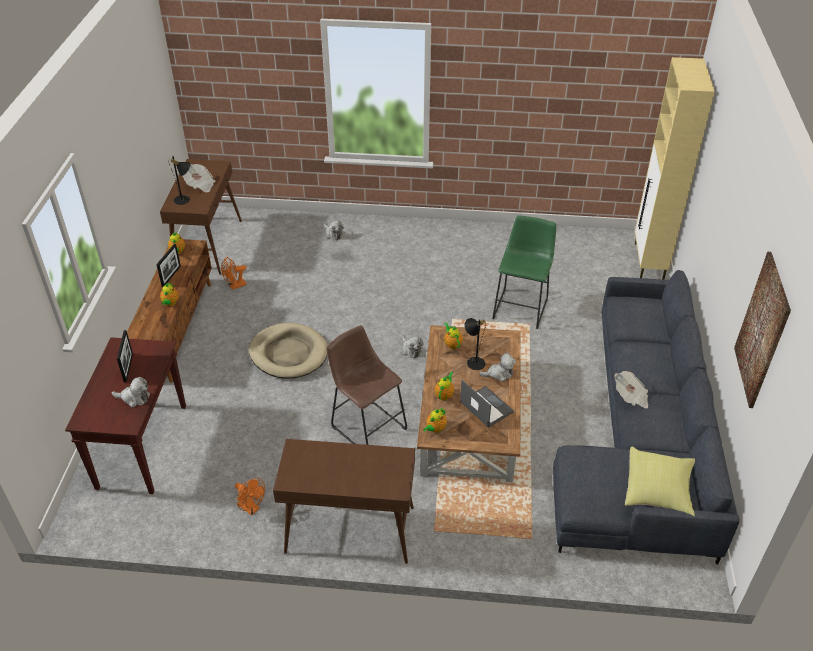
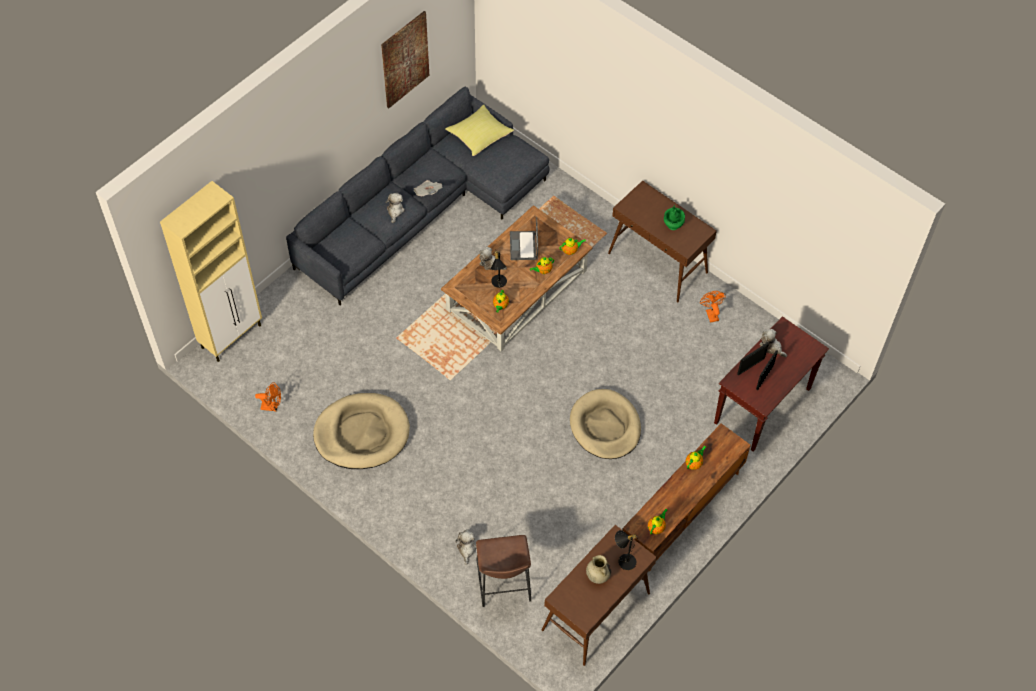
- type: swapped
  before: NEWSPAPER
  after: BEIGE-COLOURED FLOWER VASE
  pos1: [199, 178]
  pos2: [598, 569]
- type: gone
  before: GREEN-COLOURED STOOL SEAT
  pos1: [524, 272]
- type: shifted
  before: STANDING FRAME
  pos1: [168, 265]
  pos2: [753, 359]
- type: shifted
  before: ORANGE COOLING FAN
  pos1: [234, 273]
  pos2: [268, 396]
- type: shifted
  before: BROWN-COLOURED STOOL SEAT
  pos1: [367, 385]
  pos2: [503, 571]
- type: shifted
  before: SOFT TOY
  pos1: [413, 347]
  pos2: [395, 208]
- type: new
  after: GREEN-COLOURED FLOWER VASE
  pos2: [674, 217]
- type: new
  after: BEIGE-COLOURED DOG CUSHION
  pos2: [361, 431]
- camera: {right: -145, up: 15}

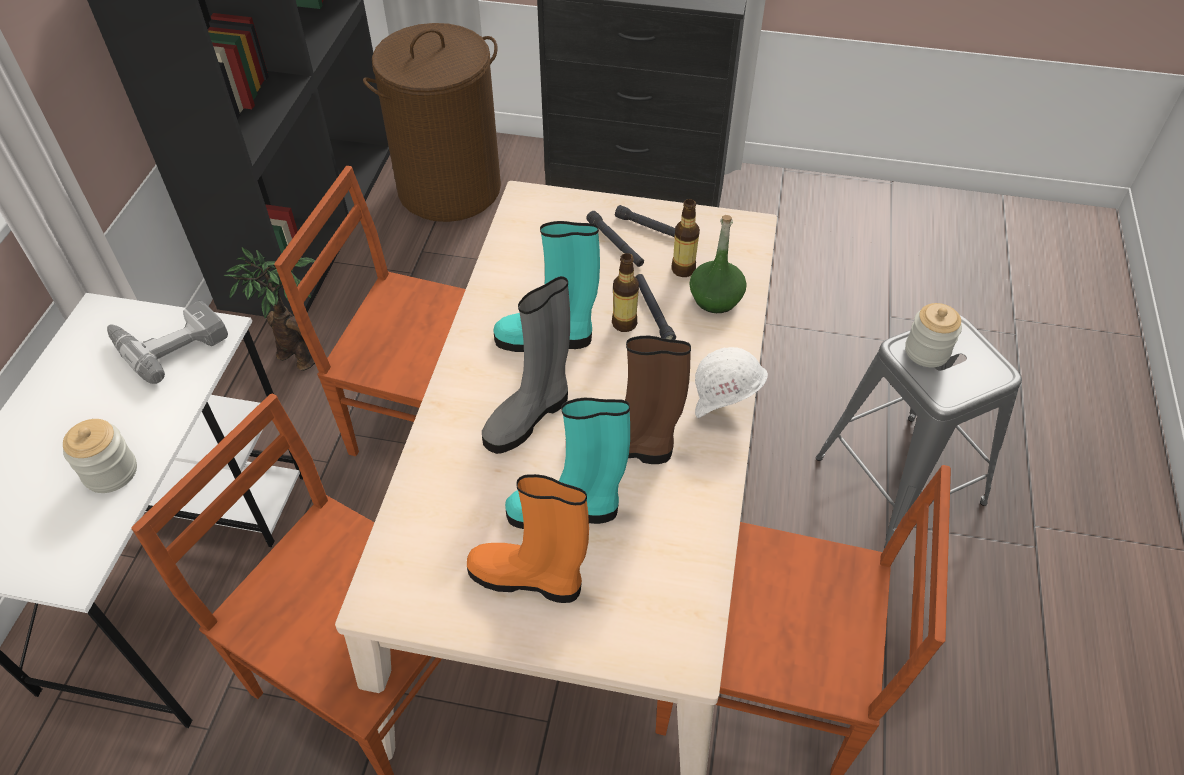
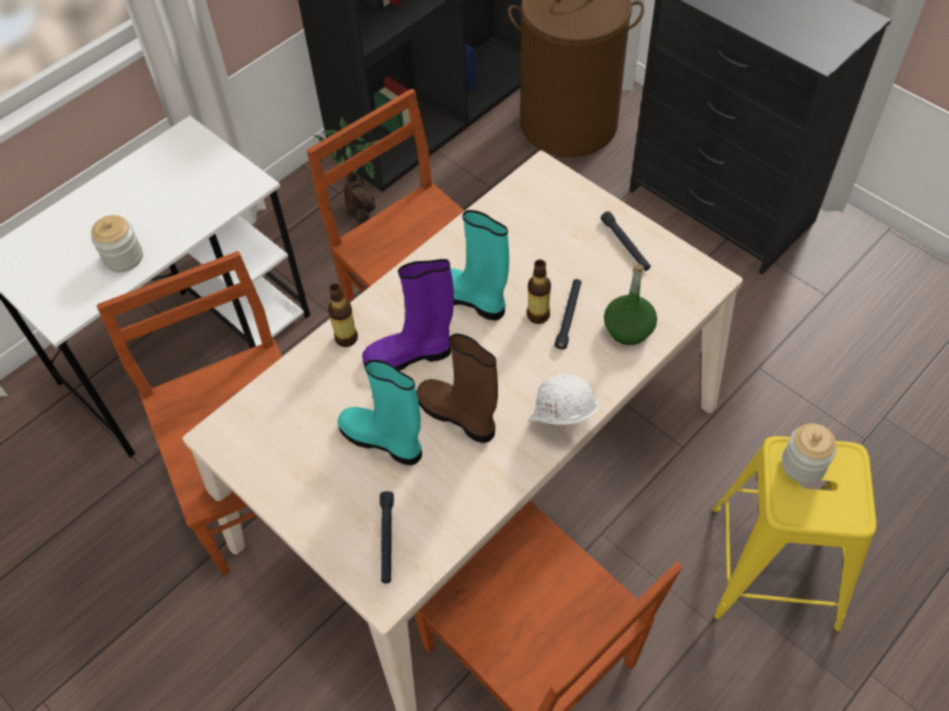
- type: shifted
  before: DRINK BOTTLE
  pos1: [685, 238]
  pos2: [343, 315]
- type: shifted
  before: BLACK HAND TORCH
  pos1: [615, 239]
  pos2: [387, 537]
- type: repainted
  before: GREYISH HIGH-TOP BOOT
  after: PURPLE HIGH-TOP BOOT
  pos1: [526, 365]
  pos2: [408, 315]
- type: gone
  before: DRILL
  pos1: [167, 342]
- type: repainted
  before: GREYISH STOOL SEAT
  after: YELLOW-COLOURED STOOL SEAT
  pos1: [919, 432]
  pos2: [794, 534]
- type: gone
  before: ORANGE HIGH-TOP BOOT
  pos1: [528, 538]
- camera: {right: 35, up: 5}

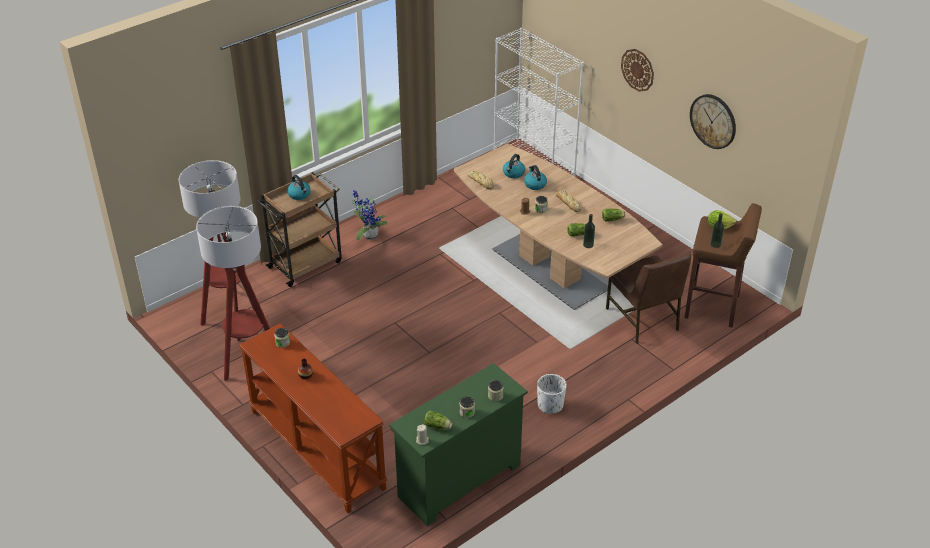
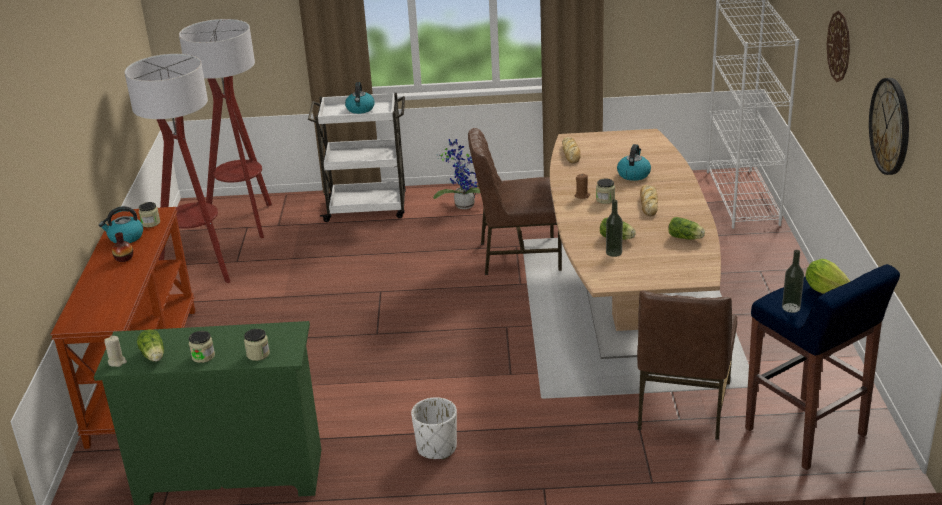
- type: shifted
  before: KETTLE
  pos1: [514, 166]
  pos2: [121, 224]
- type: repainted
  before: BROWN-COLOURED WHEELED CART
  after: WHITE WHEELED CART
  pos1: [299, 229]
  pos2: [357, 157]
- type: repainted
  before: BROWN-COLOURED STOOL SEAT
  after: BLUE STOOL SEAT
  pos1: [723, 265]
  pos2: [822, 367]
- type: new
  after: BROWN-COLOURED CHAIR
  pos2: [515, 201]
- camera: {right: 40, up: -10}

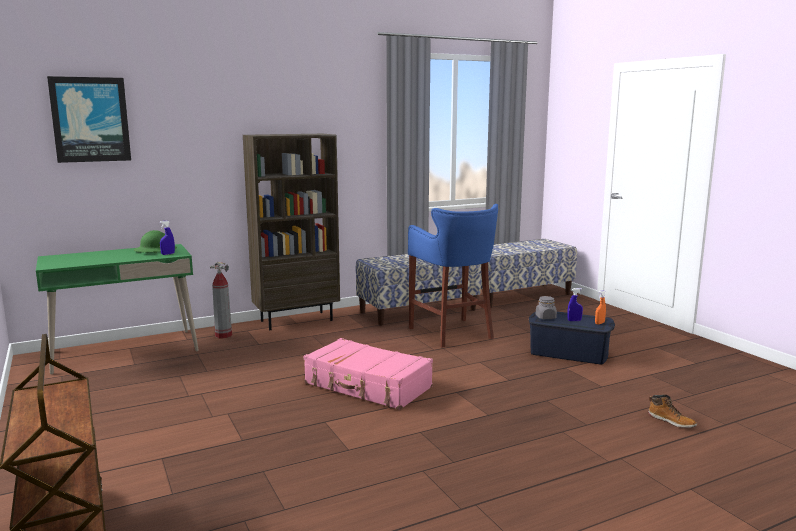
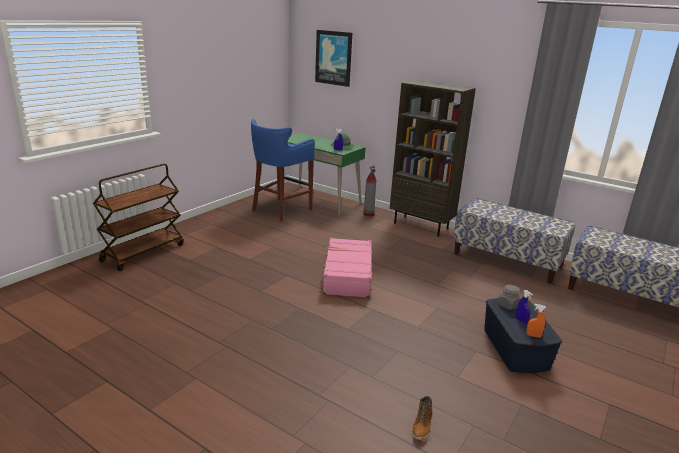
- type: shifted
  before: BLUE STOOL SEAT
  pos1: [453, 276]
  pos2: [283, 170]
- camera: {right: 60, up: 10}

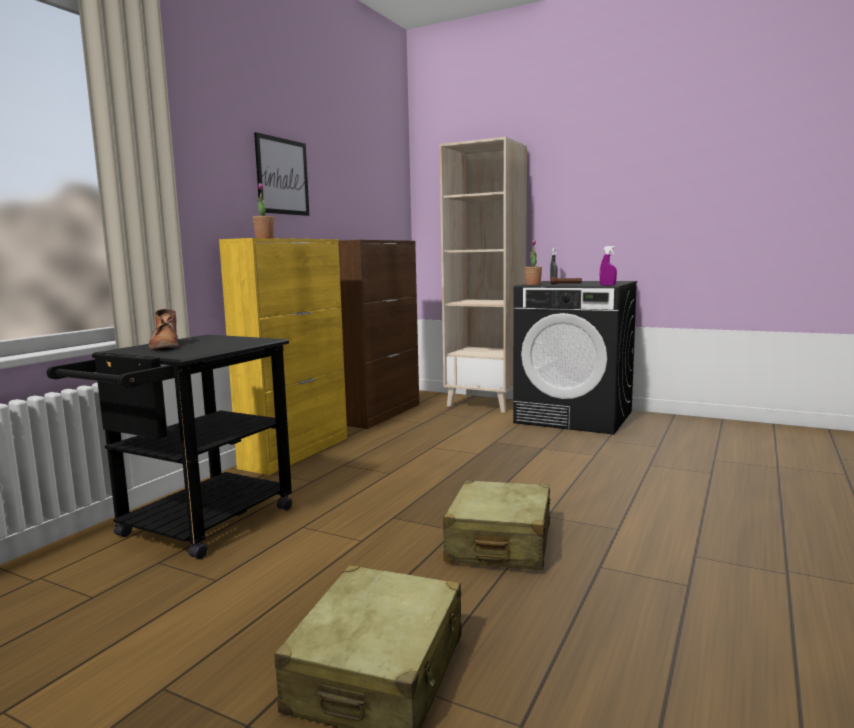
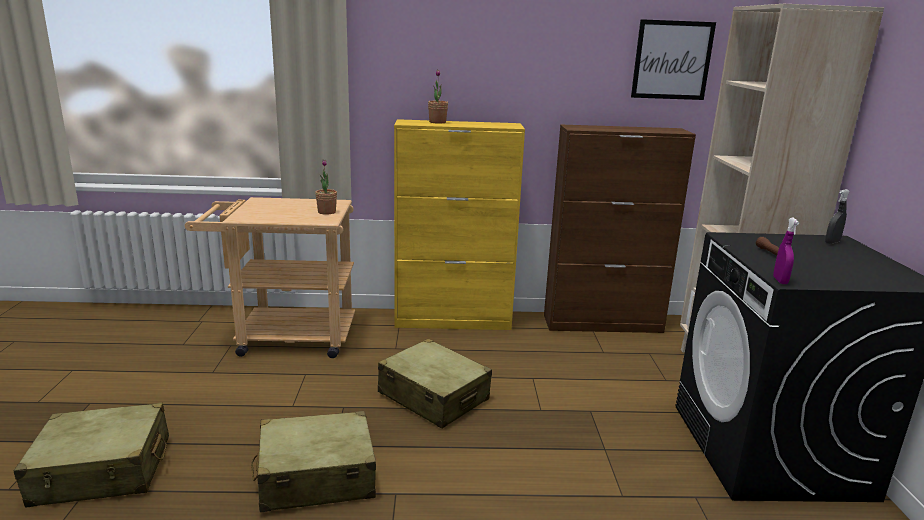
- type: shifted
  before: PICTURE
  pos1: [281, 174]
  pos2: [673, 59]
- type: shifted
  before: POTTED PLANT
  pos1: [533, 262]
  pos2: [326, 187]
- type: gone
  before: BROWN-COLOURED HIGH-TOP BOOT
  pos1: [164, 330]
- type: repainted
  before: BLACK WHEELED CART
  after: BEIGE-COLOURED WHEELED CART
  pos1: [169, 447]
  pos2: [270, 277]
- type: new
  after: BEIGE-COLOURED TRAVEL CASE
  pos2: [435, 383]
- camera: {right: 60, up: 10}

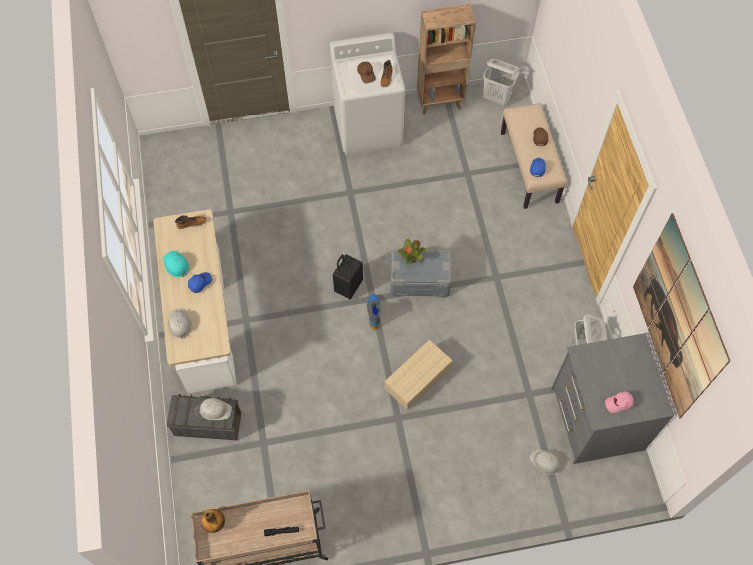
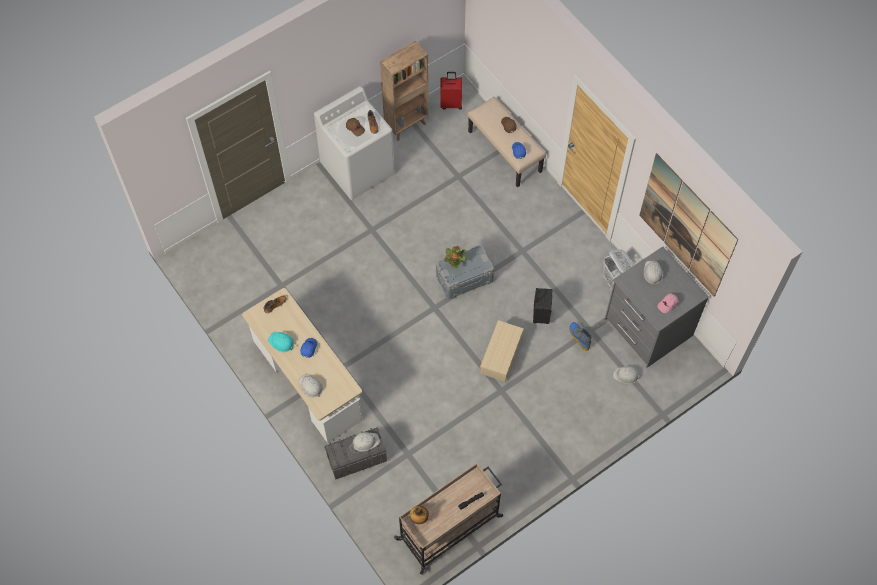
- type: swapped
  before: WHITE WASHING BASKET
  after: REDDISH TRAVEL CASE
  pos1: [501, 83]
  pos2: [451, 91]
- type: shifted
  before: BLACK TRAVEL CASE
  pos1: [348, 276]
  pos2: [542, 306]
- type: shifted
  before: HIGH-TOP BOOT
  pos1: [373, 312]
  pos2: [581, 336]
- type: new
  after: WHITE SAFETY HELMET
  pos2: [653, 273]
- camera: {right: -25, up: 0}

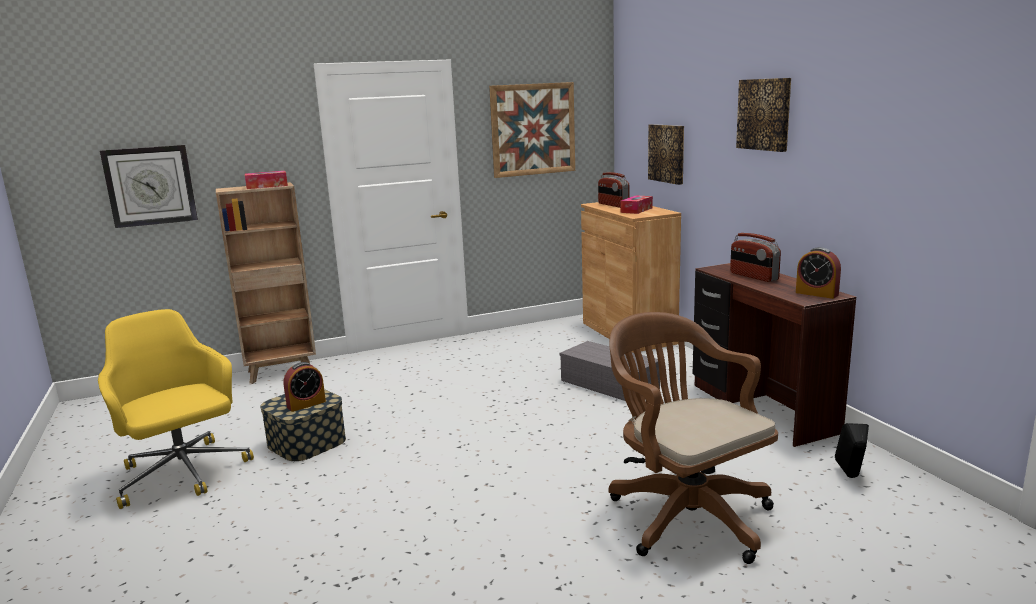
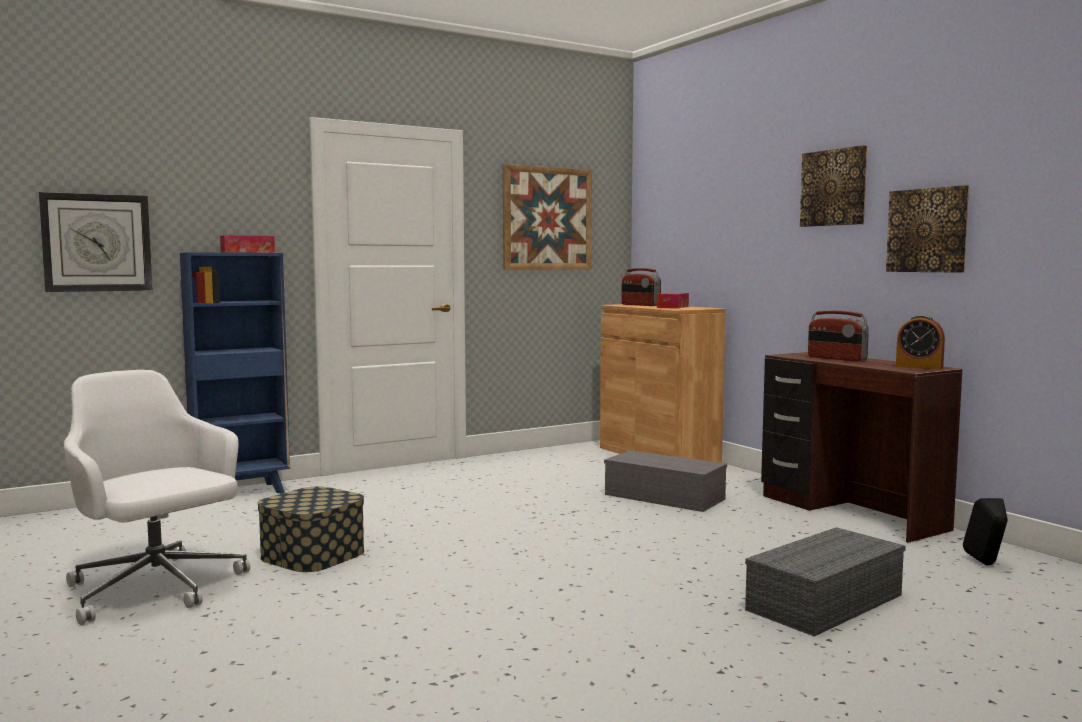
- type: shifted
  before: PICTURE
  pos1: [666, 154]
  pos2: [927, 229]
- type: repainted
  before: BROWN-COLOURED SHELVING UNIT
  after: BLUE SHELVING UNIT
  pos1: [266, 283]
  pos2: [235, 373]
- type: repainted
  before: YELLOW-COLOURED COMPUTER CHAIR
  after: WHITE COMPUTER CHAIR
  pos1: [176, 409]
  pos2: [157, 497]
- type: swapped
  before: BROWN-COLOURED COMPUTER CHAIR
  after: GREYISH STORAGE BOX
  pos1: [693, 438]
  pos2: [825, 581]
- type: gone
  before: TABLE CLOCK
  pos1: [304, 387]
- camera: {right: -10, up: -10}

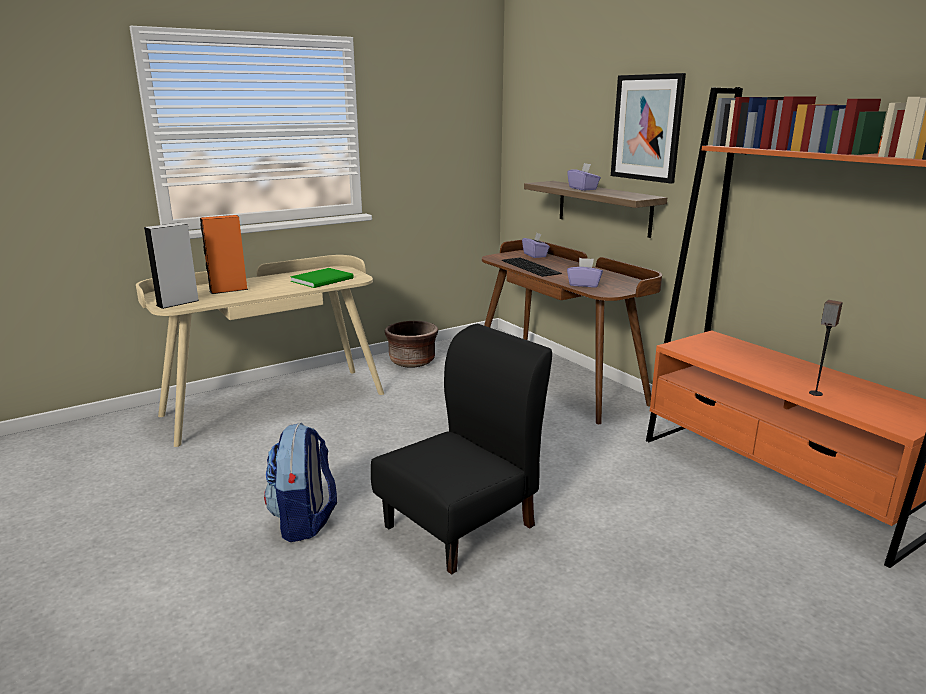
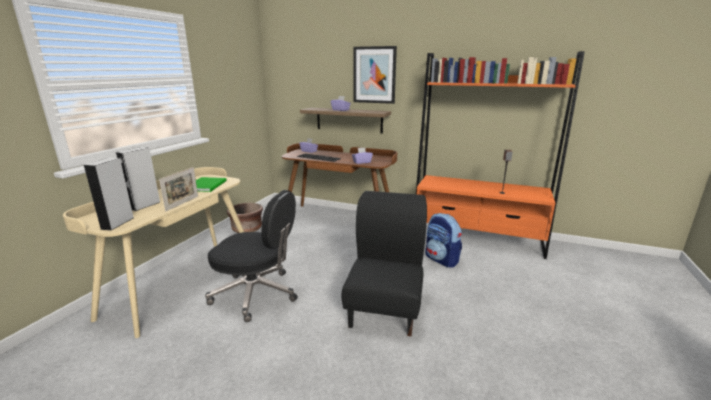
- type: repainted
  before: ORANGE SPEAKER
  after: GREYISH SPEAKER
  pos1: [224, 254]
  pos2: [138, 179]
- type: shifted
  before: RUCKSACK
  pos1: [300, 482]
  pos2: [443, 240]
- type: new
  after: STANDING FRAME
  pos2: [178, 189]
- type: new
  after: BLACK COMPUTER CHAIR
  pos2: [251, 256]
- camera: {right: -35, up: 0}

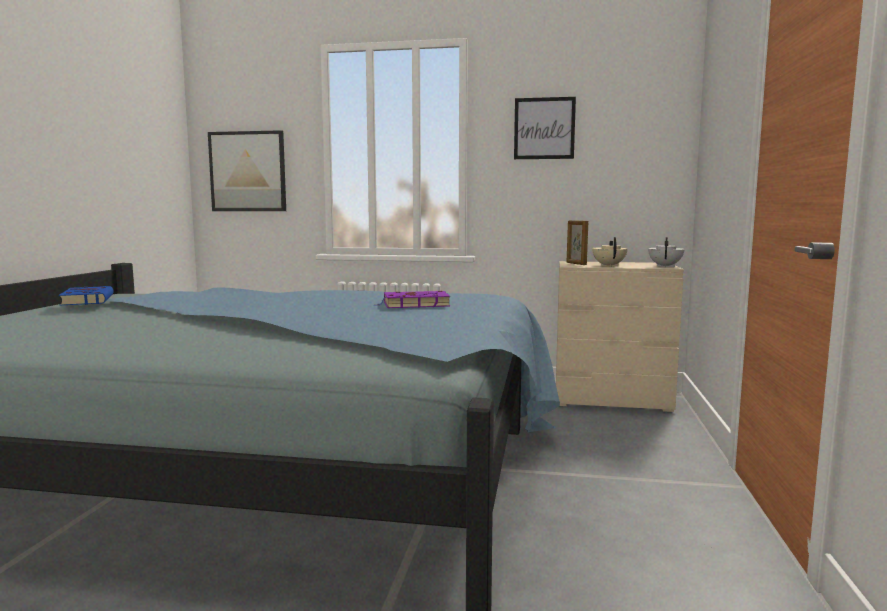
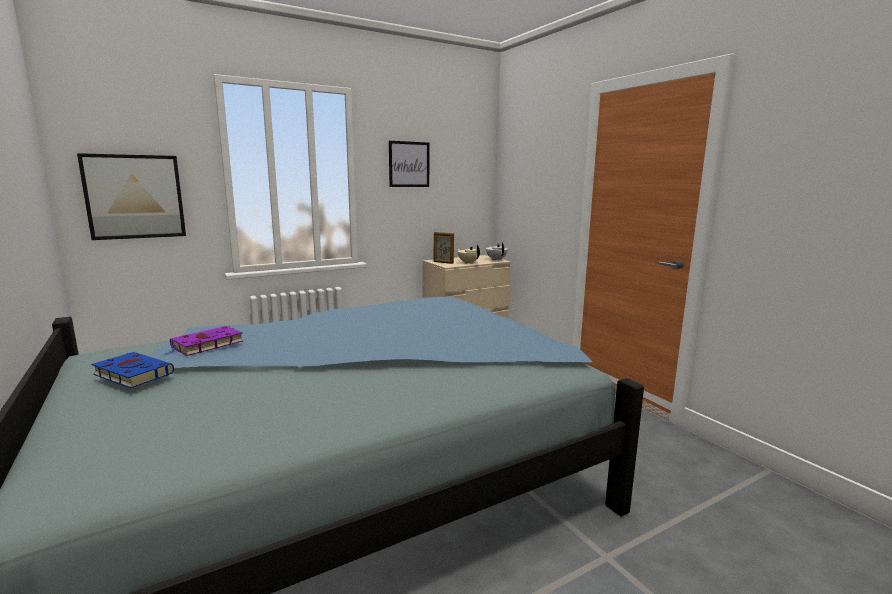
- type: shifted
  before: PURPLE VOLUME
  pos1: [412, 299]
  pos2: [204, 341]
- camera: {right: -40, up: 5}

